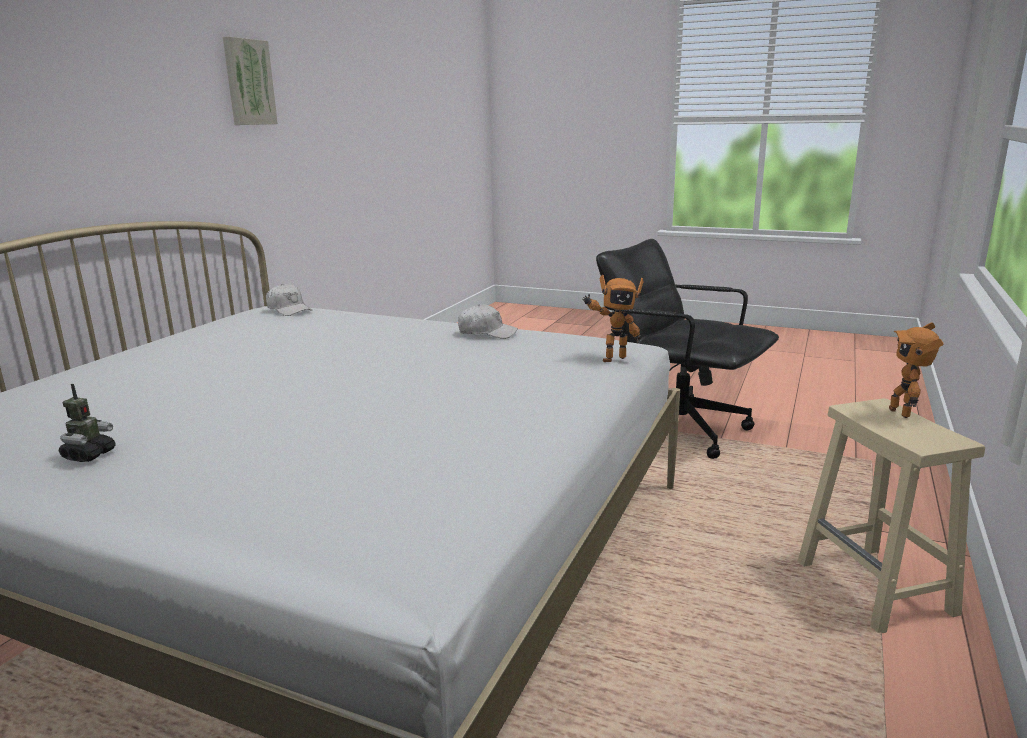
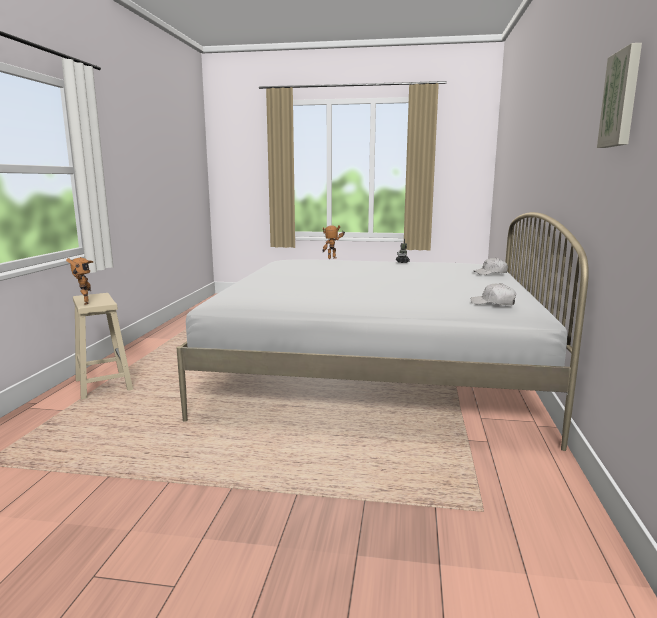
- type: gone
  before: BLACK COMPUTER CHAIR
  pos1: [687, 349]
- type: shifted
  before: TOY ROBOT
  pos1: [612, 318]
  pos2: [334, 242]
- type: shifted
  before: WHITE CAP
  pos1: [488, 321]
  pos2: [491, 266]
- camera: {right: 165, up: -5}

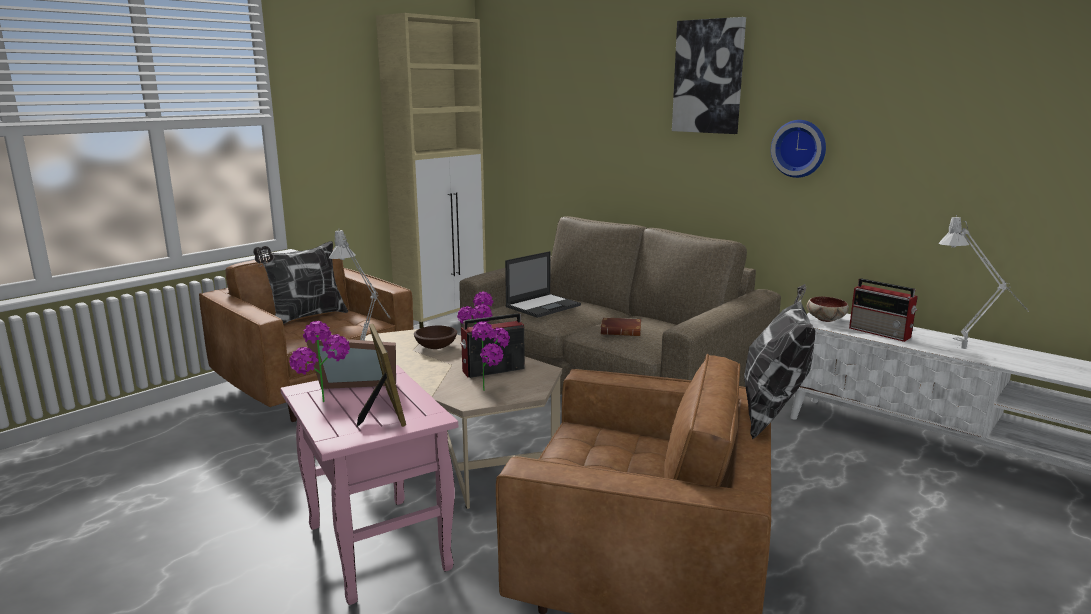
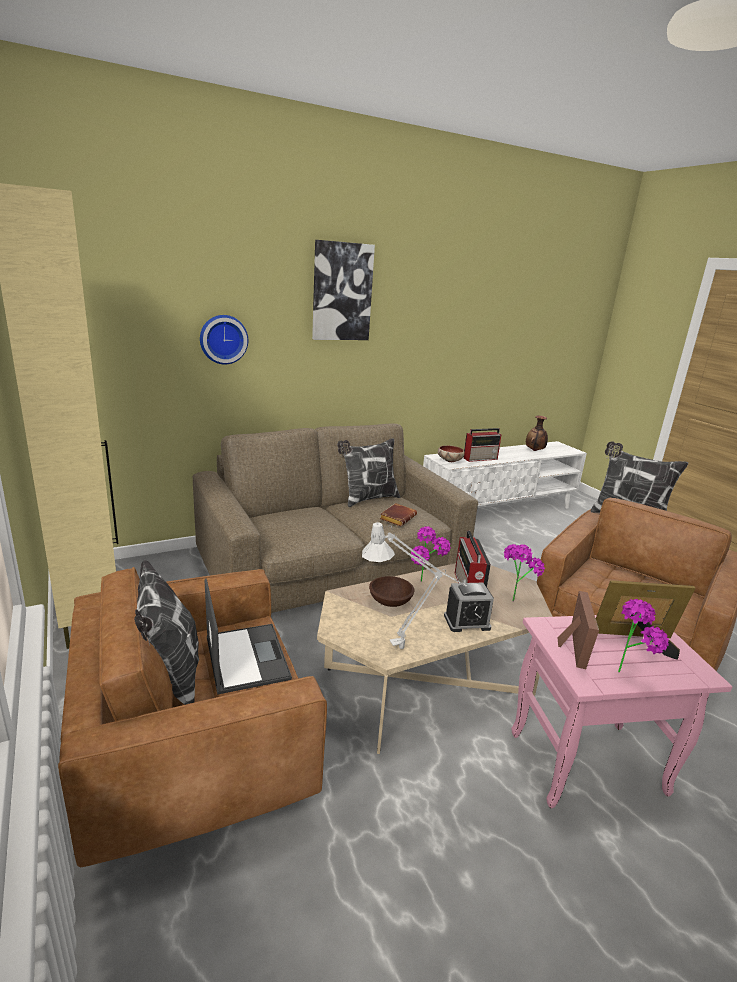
- type: shifted
  before: CLOCK ON THE WALL
  pos1: [798, 149]
  pos2: [224, 340]
- type: gone
  before: GREYISH TABLE LAMP
  pos1: [983, 282]
- type: shifted
  before: PORTABLE COMPUTER
  pos1: [543, 284]
  pos2: [248, 636]
- type: new
  after: FLOWER VASE
  pos2: [537, 433]
- type: new
  after: THROW PILLOW
  pos2: [368, 472]
- type: new
  after: TABLE CLOCK
  pos2: [469, 607]
- camera: {right: -70, up: 5}

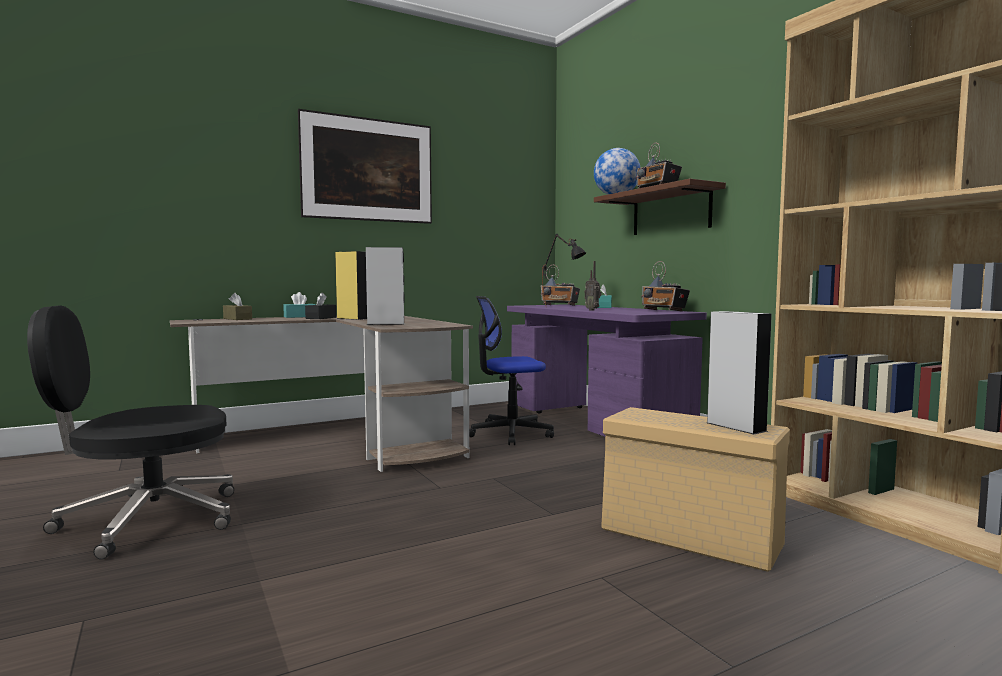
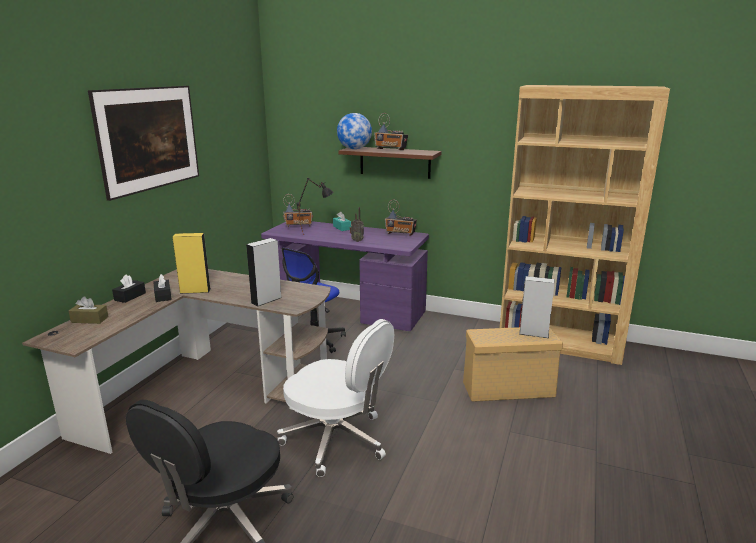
- type: repainted
  before: BLUE-GREEN BOX OF TISSUES
  after: BLACK BOX OF TISSUES
  pos1: [299, 305]
  pos2: [129, 288]
- type: new
  after: WHITE COMPUTER CHAIR
  pos2: [335, 398]
- camera: {right: -40, up: 15}

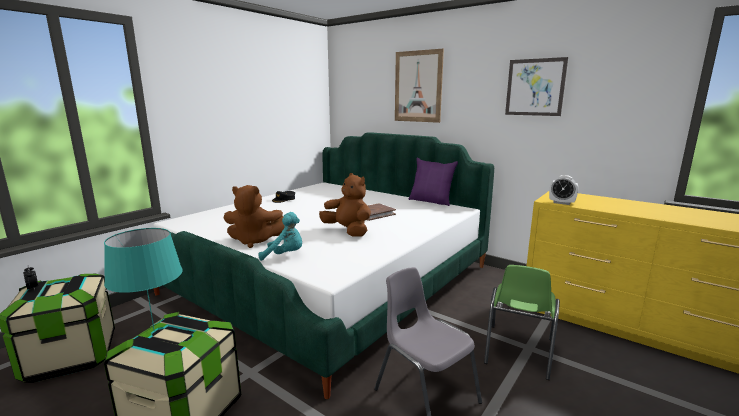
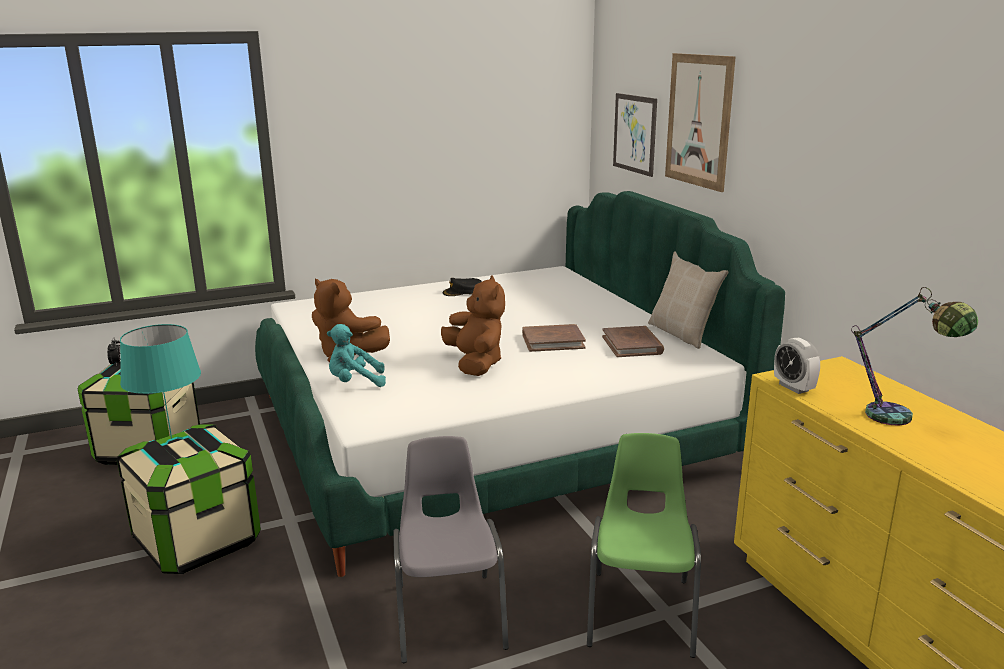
- type: shifted
  before: PICTURE
  pos1: [536, 86]
  pos2: [635, 135]
- type: repainted
  before: PURPLE THROW PILLOW
  after: BEIGE-COLOURED THROW PILLOW
  pos1: [433, 182]
  pos2: [688, 300]
- type: rotated
  before: BLUE-GREEN SOFT TOY
  pos1: [280, 236]
  pos2: [356, 355]
  turn: 135
- type: rotated
  before: GREEN-COLOURED CHAIR
  pos1: [522, 322]
  pos2: [644, 545]
  turn: 135
- type: new
  after: TABLE LAMP
  pos2: [914, 356]
- type: new
  after: BROWN-COLOURED VOLUME
  pos2: [633, 341]
- camera: {right: 30, up: 5}

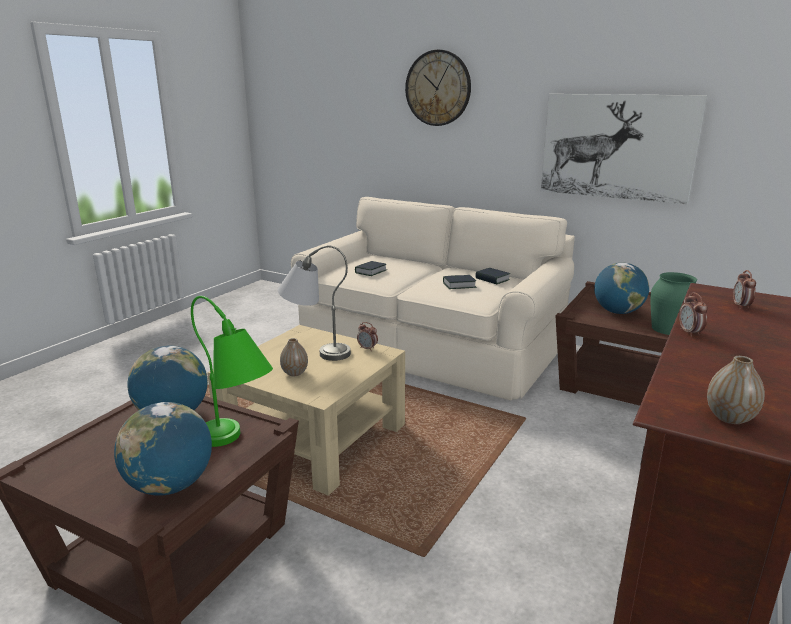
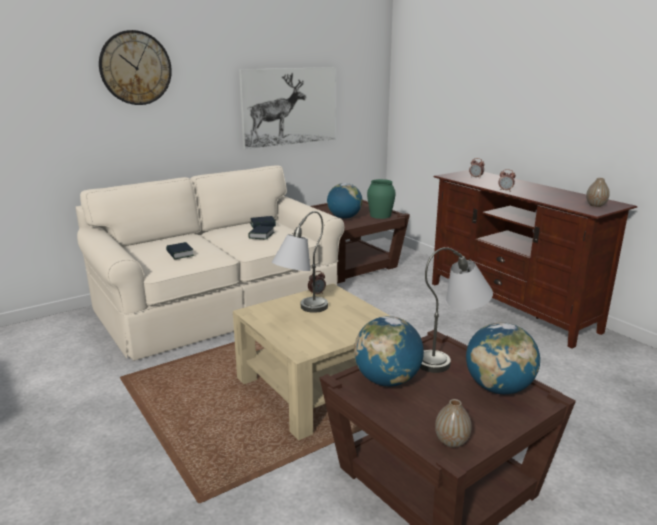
- type: repainted
  before: GREEN-COLOURED TABLE LAMP
  after: GREYISH TABLE LAMP
  pos1: [232, 371]
  pos2: [456, 310]
- type: shifted
  before: FLOWER VASE
  pos1: [294, 357]
  pos2: [453, 423]
- camera: {right: -65, up: 0}

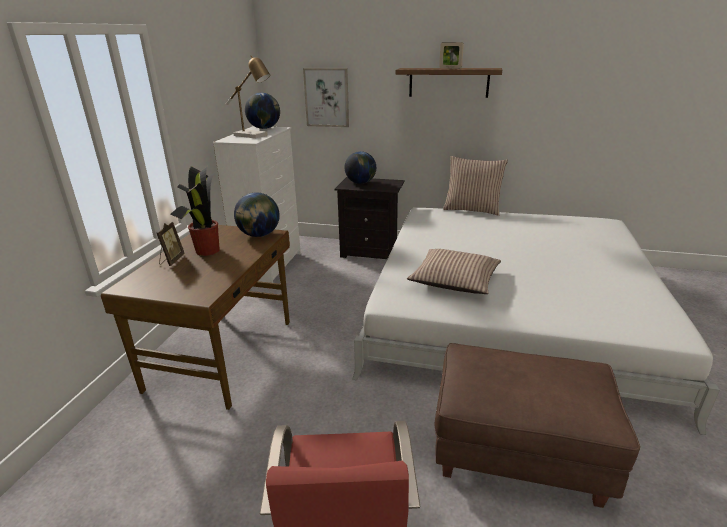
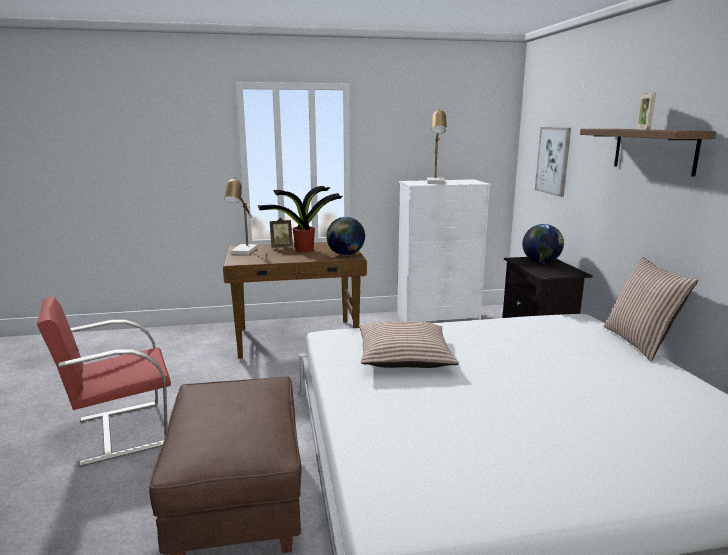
- type: gone
  before: DESK GLOBE
  pos1: [262, 111]
- type: new
  after: TABLE LAMP
  pos2: [241, 216]
- camera: {right: 65, up: -10}

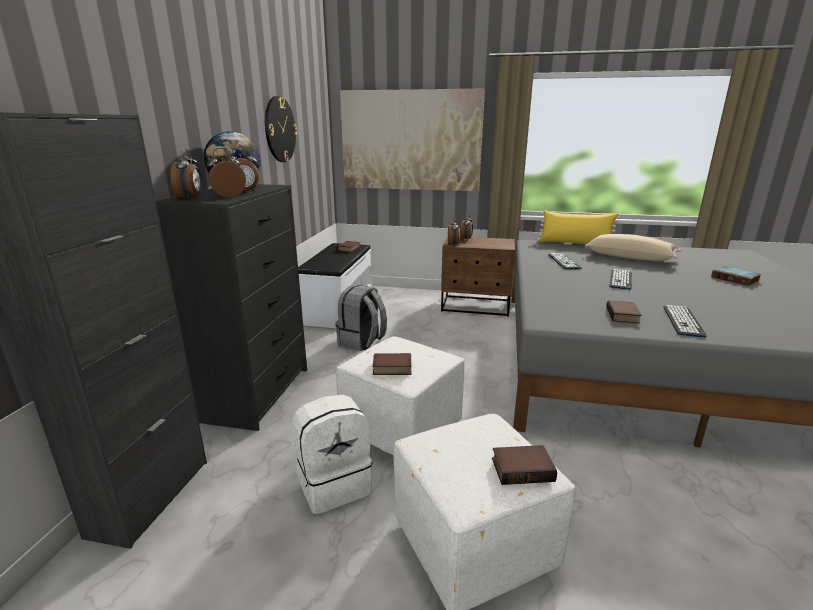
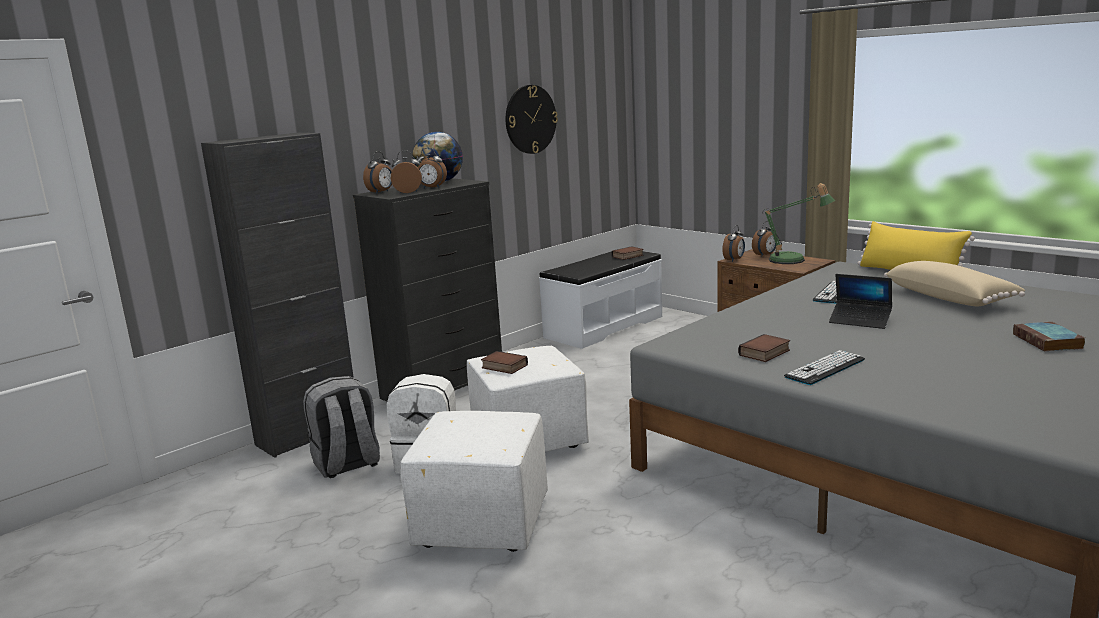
- type: gone
  before: PICTURE
  pos1: [412, 140]
- type: swapped
  before: PC KEYBOARD
  after: PORTABLE COMPUTER
  pos1: [620, 279]
  pos2: [860, 301]
- type: shifted
  before: GREYISH RUCKSACK
  pos1: [361, 318]
  pos2: [341, 427]
- type: gone
  before: VOLUME
  pos1: [524, 465]
- type: new
  after: TABLE LAMP
  pos2: [799, 223]
- camera: {right: 35, up: -5}

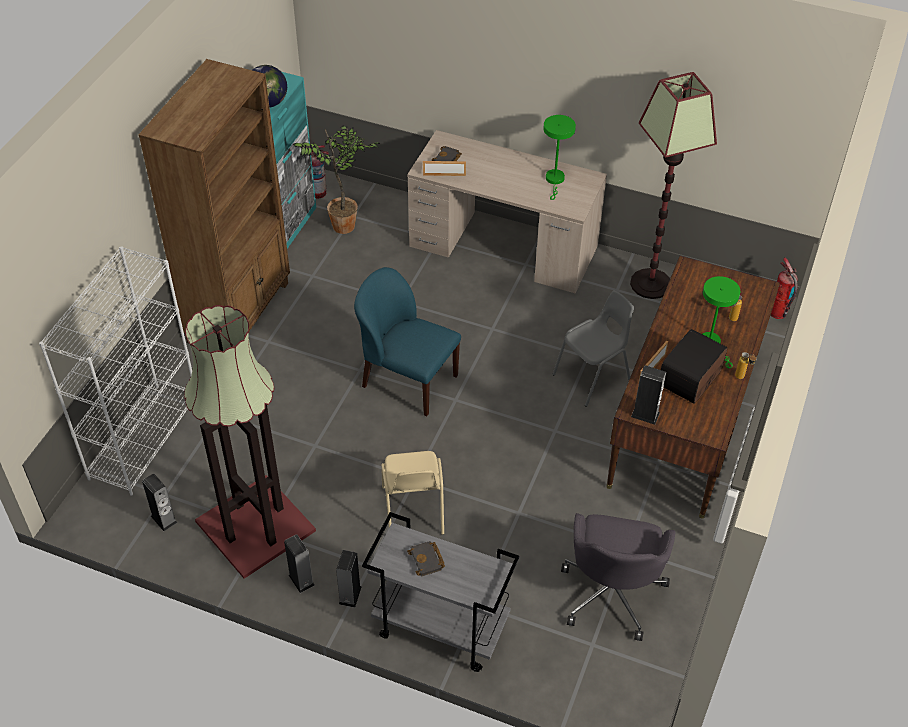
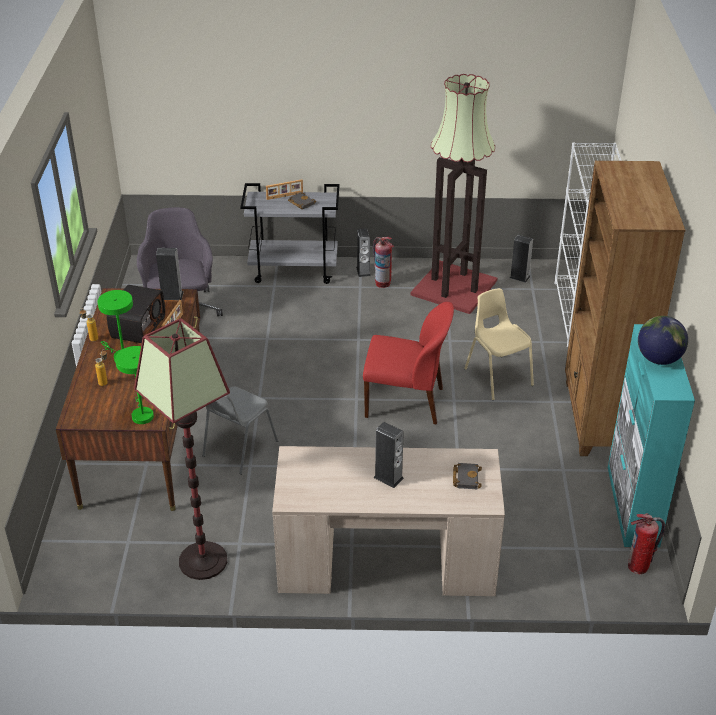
- type: shifted
  before: GREEN-COLOURED TABLE LAMP
  pos1: [559, 157]
  pos2: [134, 385]
- type: gone
  before: POTTED PLANT
  pos1: [336, 180]
- type: shifted
  before: STANDING FRAME
  pos1: [444, 168]
  pos2: [284, 189]
- type: shifted
  before: FIRE-FIGHTING CYLINDER
  pos1: [784, 288]
  pos2: [383, 262]
- type: repainted
  before: BLUE CHAIR
  after: REDDISH CHAIR
  pos1: [407, 342]
  pos2: [408, 363]
- type: shifted
  before: BEIGE-COLOURED CHAIR
  pos1: [412, 493]
  pos2: [499, 344]
- type: shifted
  before: SPEAKER
  pos1: [299, 563]
  pos2: [388, 455]
- camera: {right: 160, up: -10}

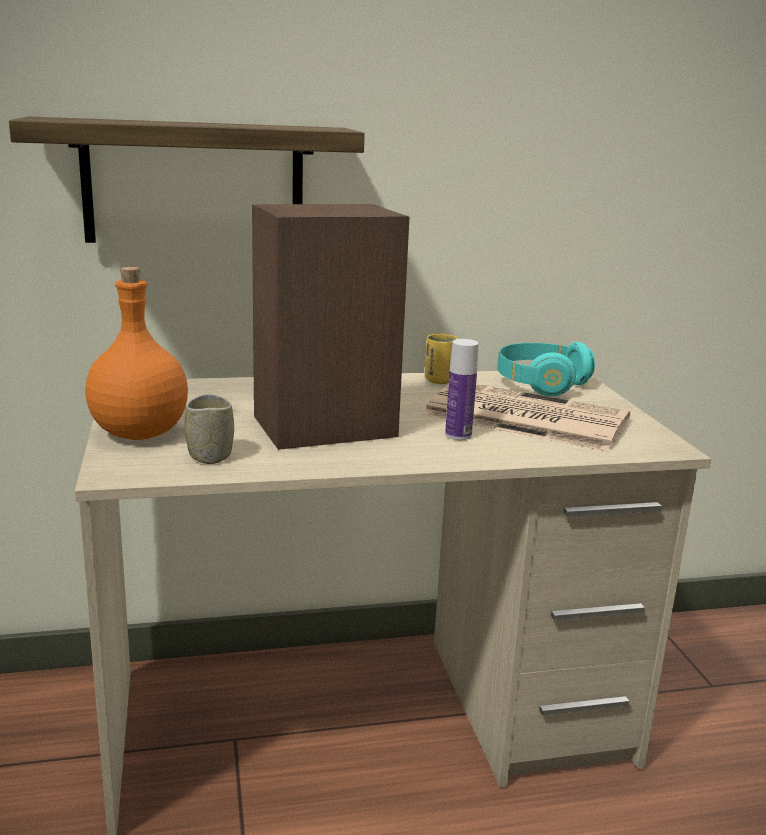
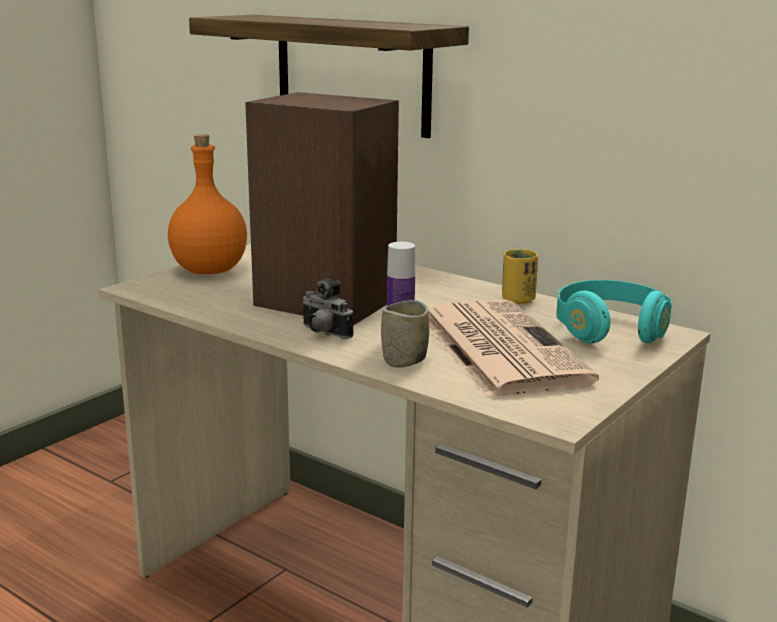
- type: shifted
  before: CUP
  pos1: [209, 429]
  pos2: [405, 334]
- type: new
  after: STILL CAMERA
  pos2: [327, 308]
- camera: {right: 50, up: 0}

